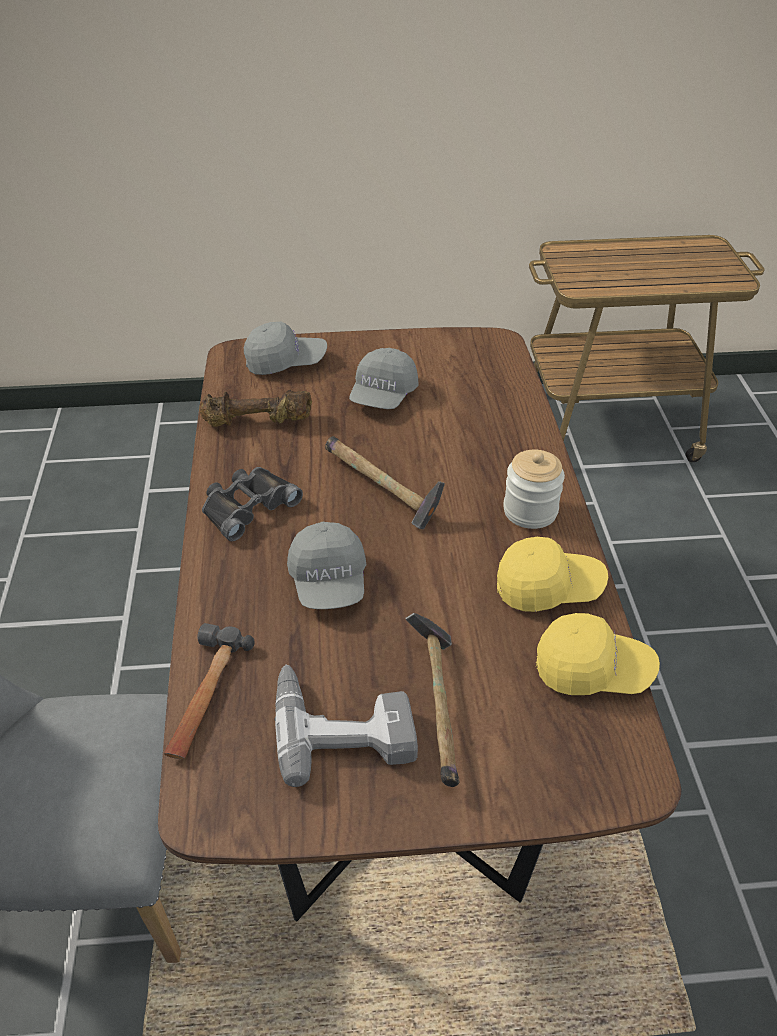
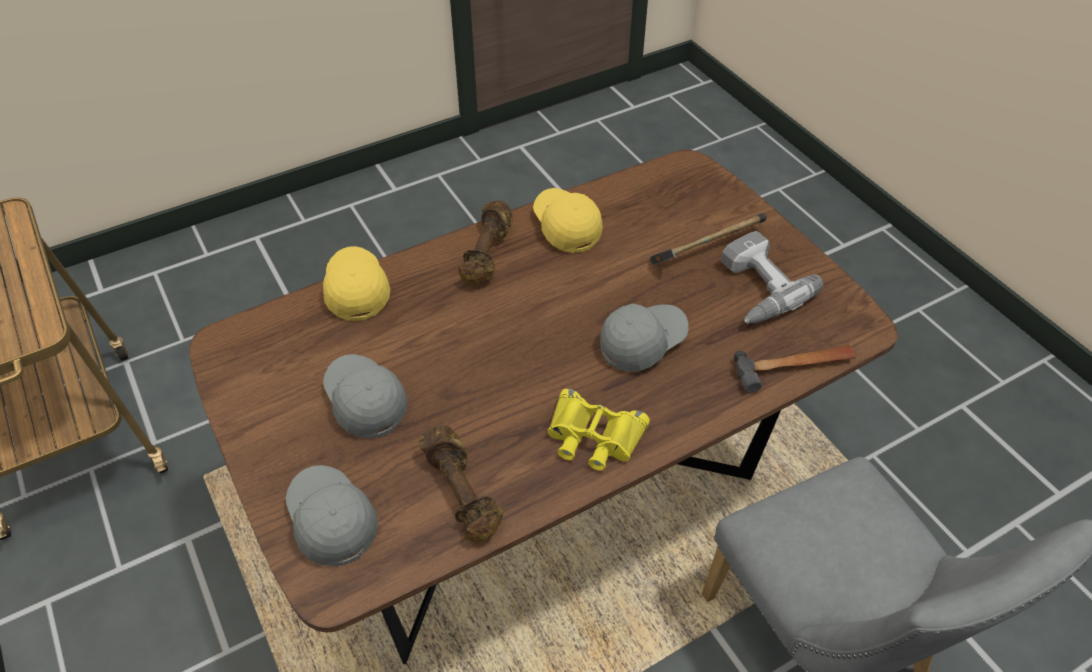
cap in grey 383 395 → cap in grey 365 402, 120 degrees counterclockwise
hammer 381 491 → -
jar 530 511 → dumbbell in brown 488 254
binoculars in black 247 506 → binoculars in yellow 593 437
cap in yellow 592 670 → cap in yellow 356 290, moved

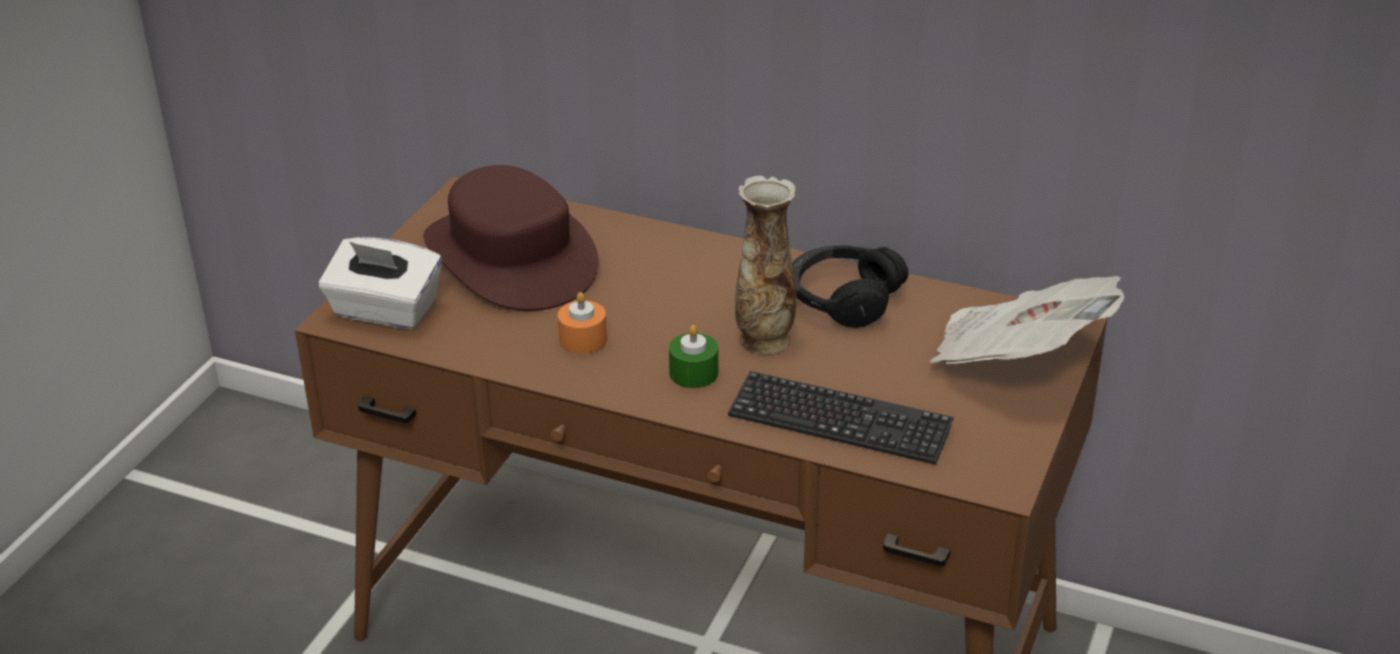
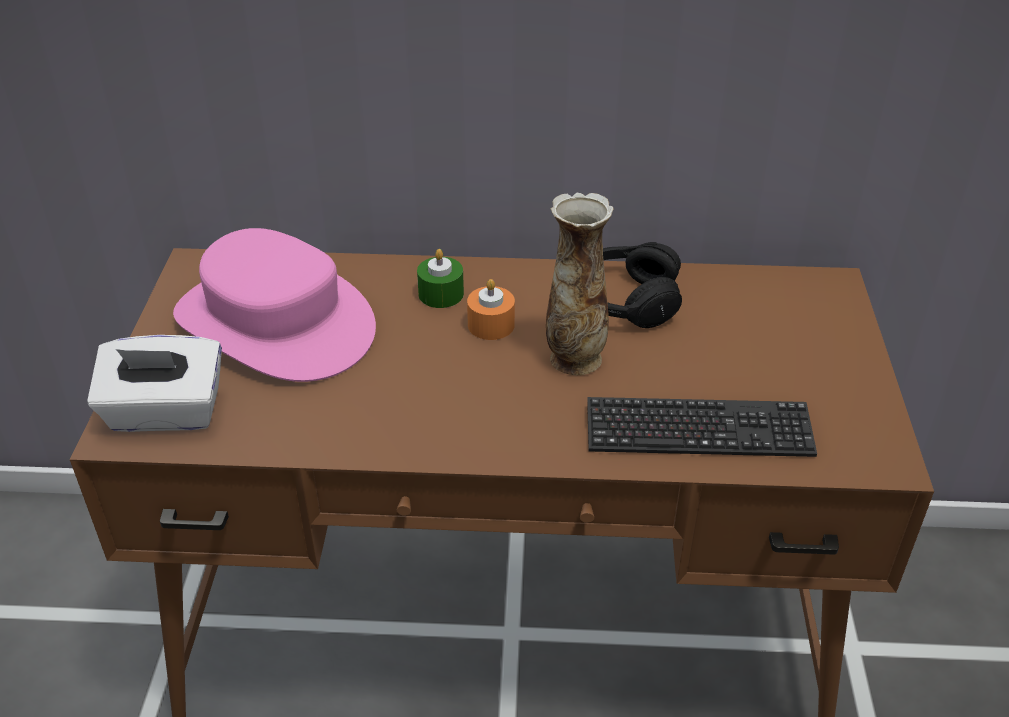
hat in brown 512 257 → hat in pink 276 322
newspaper 1017 360 → -
candle in orange 583 339 → candle in orange 491 325, moved
candle in green 693 373 → candle in green 441 294, moved

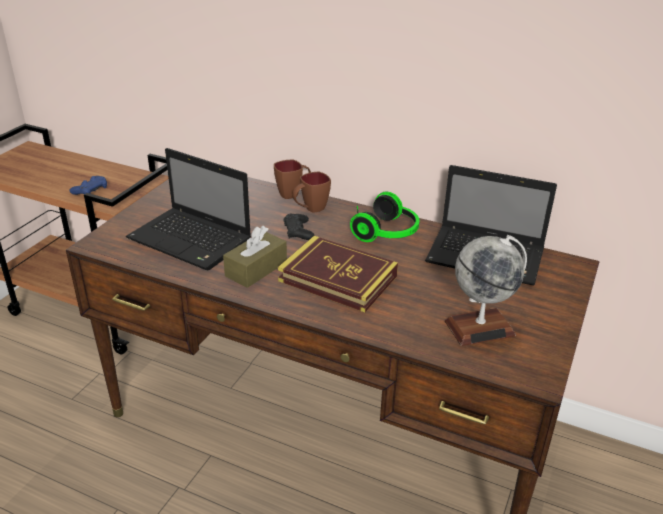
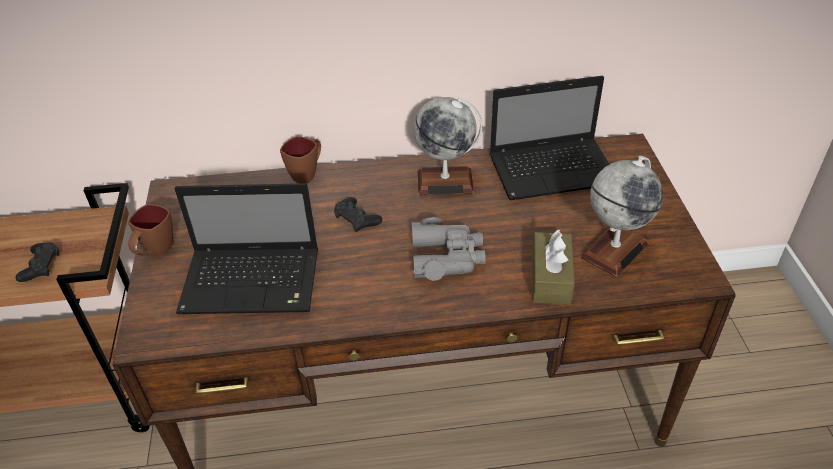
mug in brown 310 209 → mug in brown 155 252, moved
game controller in blue 90 190 → game controller in black 40 266
headphones 388 233 → globe 445 182
tissue box in brown 256 269 → tissue box in brown 550 278, moved
book 337 278 → binoculars in grey 447 257

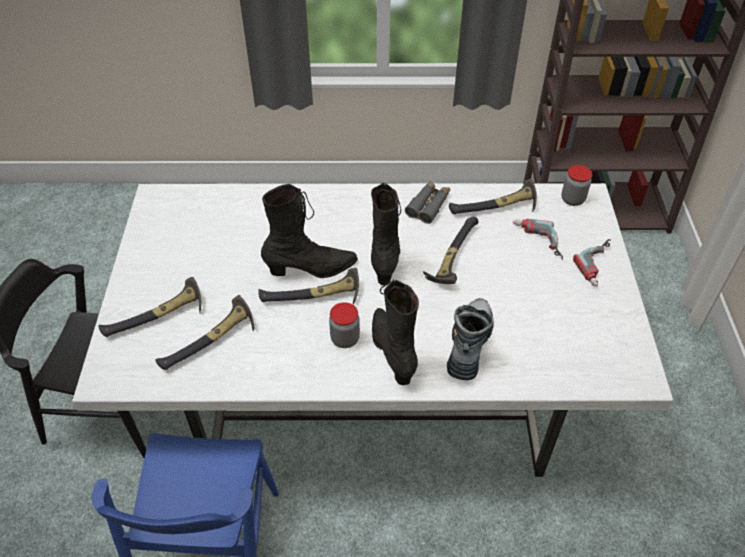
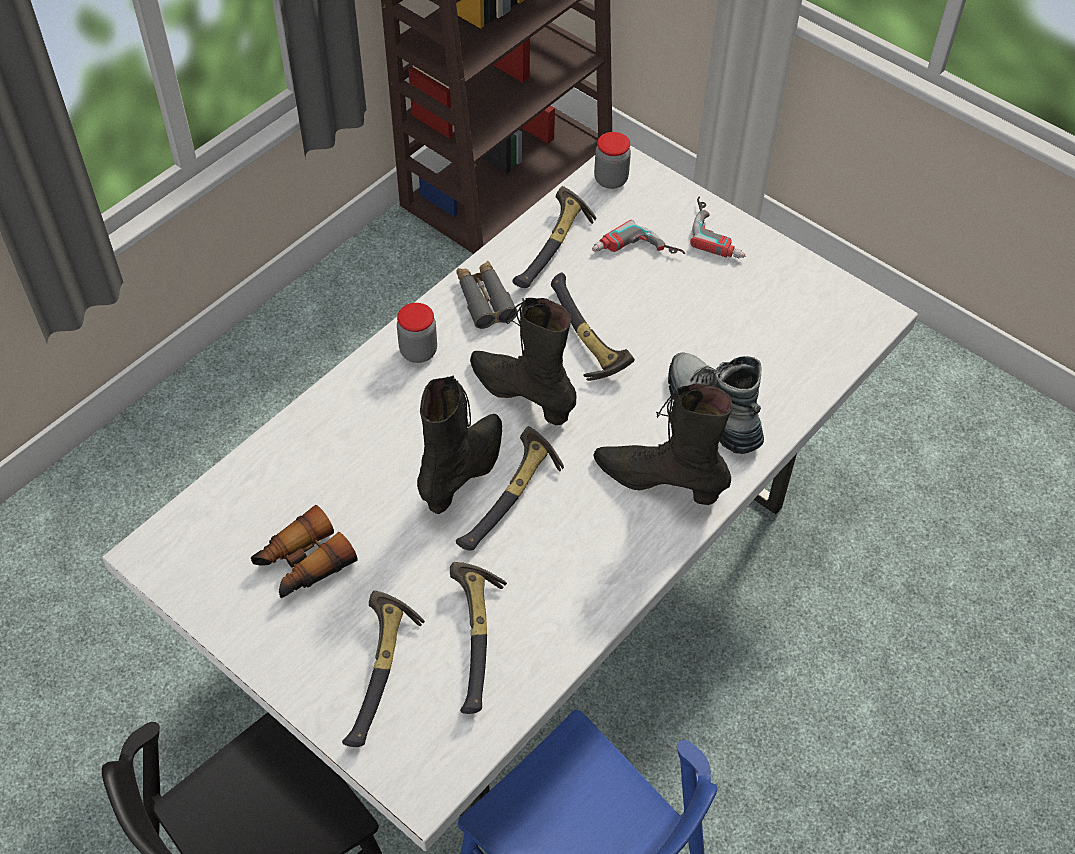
jar 345 339 → jar 418 351, moved
- → binoculars 303 563

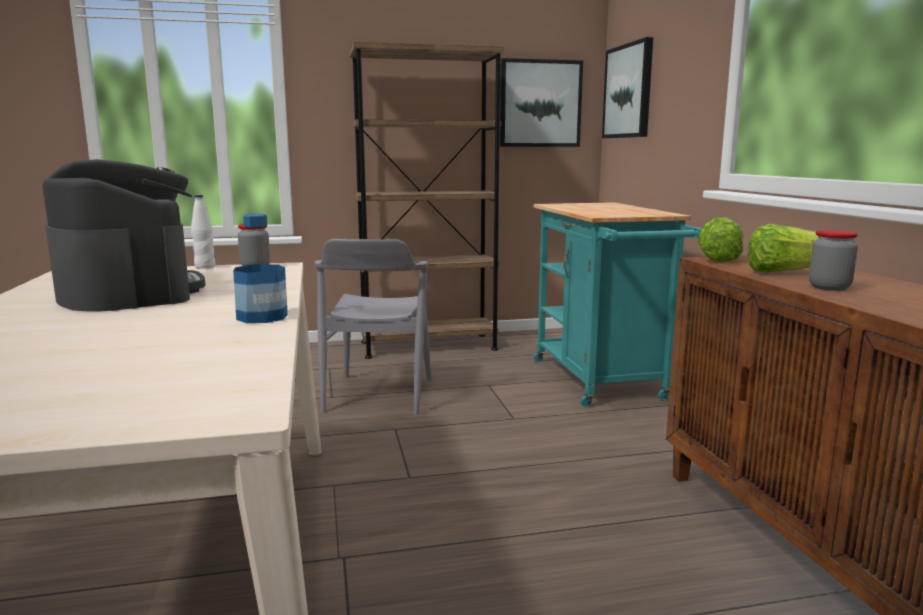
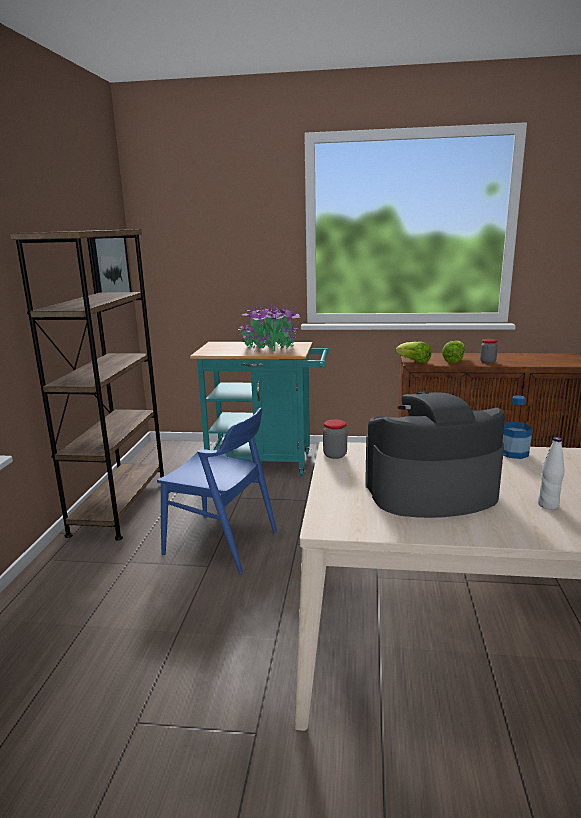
picture 628 91 → -
bottle in white 205 267 → bottle in white 548 505, moved
chair in grey 378 394 → chair in blue 221 543
- → potted plant 270 347

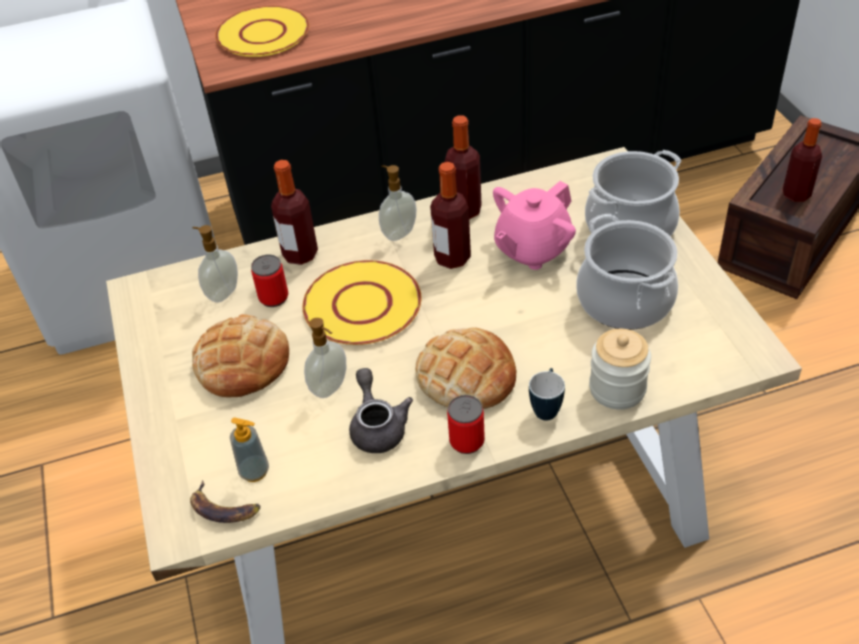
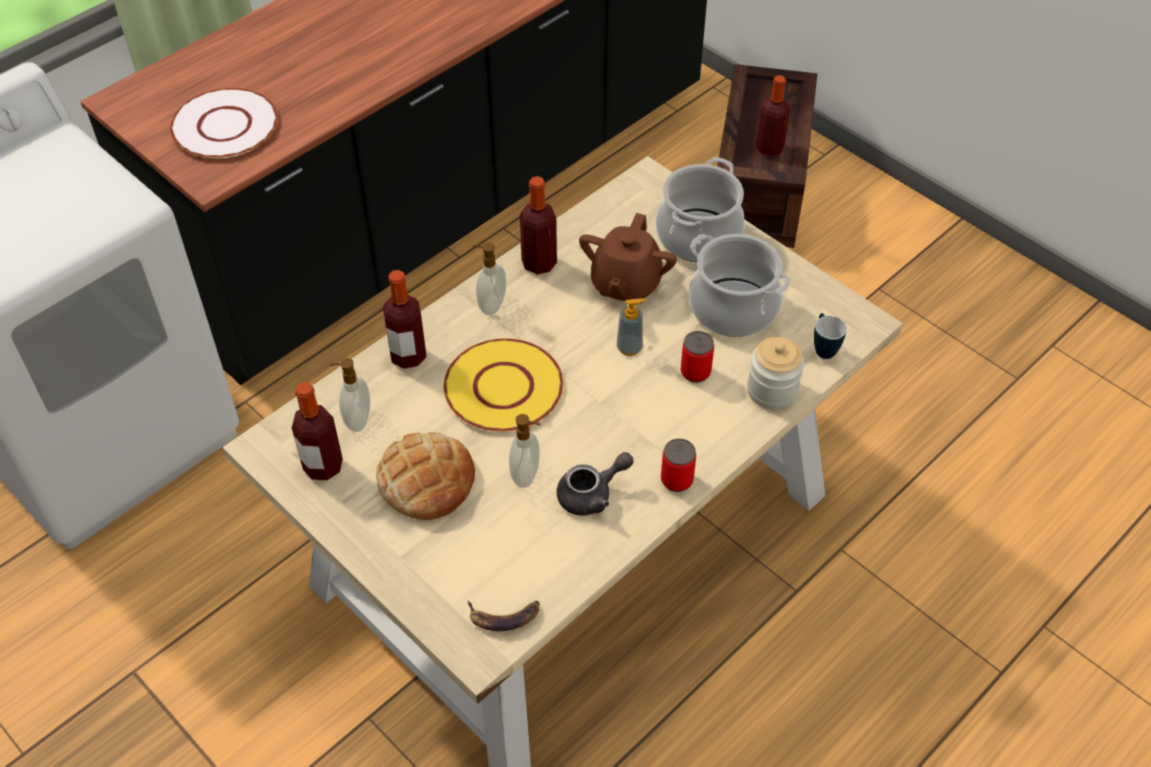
plate in yellow 263 34 → plate in white 225 126
bottle 452 258 → bottle 323 466, moved
teapot in pink 532 249 → teapot in brown 625 284
can 273 297 → can 695 372, moved
bread 466 376 → -
teapot in grey 377 426 → teapot in grey 592 494, 105 degrees clockwise
mug 547 407 → mug 823 348, moved
soap dispenser 254 471 → soap dispenser 629 348, moved

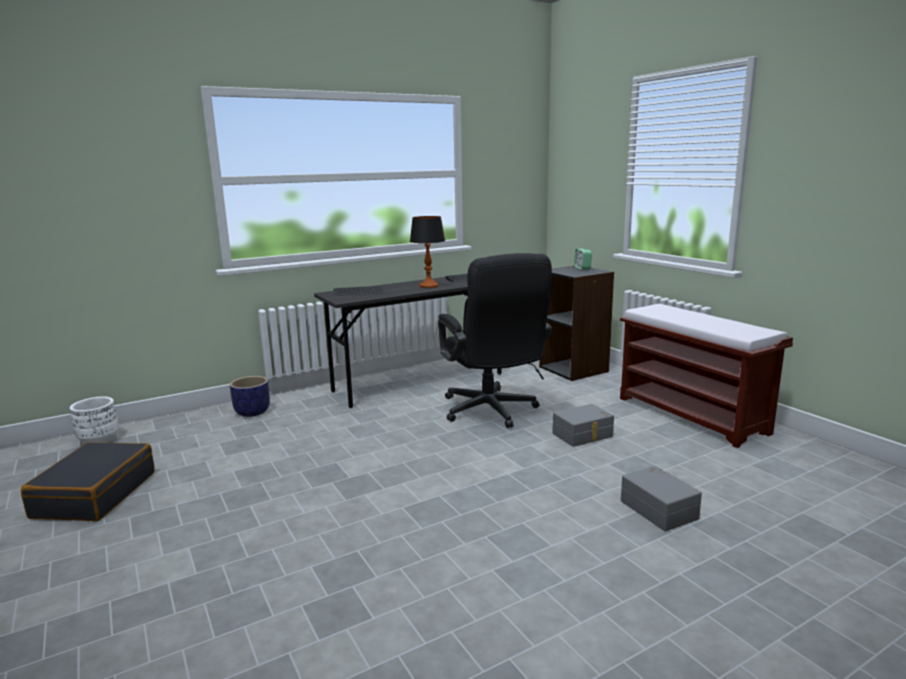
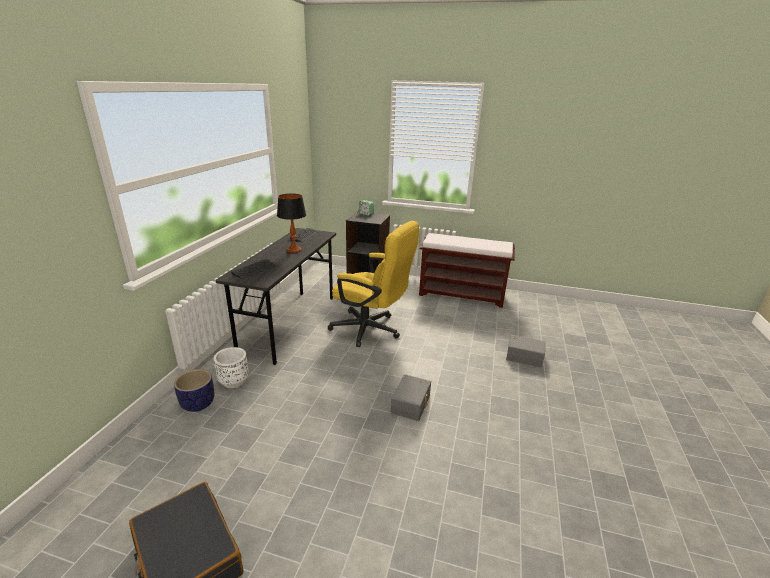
office chair in black 492 412 → office chair in yellow 371 330
planter in white 99 440 → planter in white 234 381, moved
storage box in grey 583 435 → storage box in grey 411 404, moved

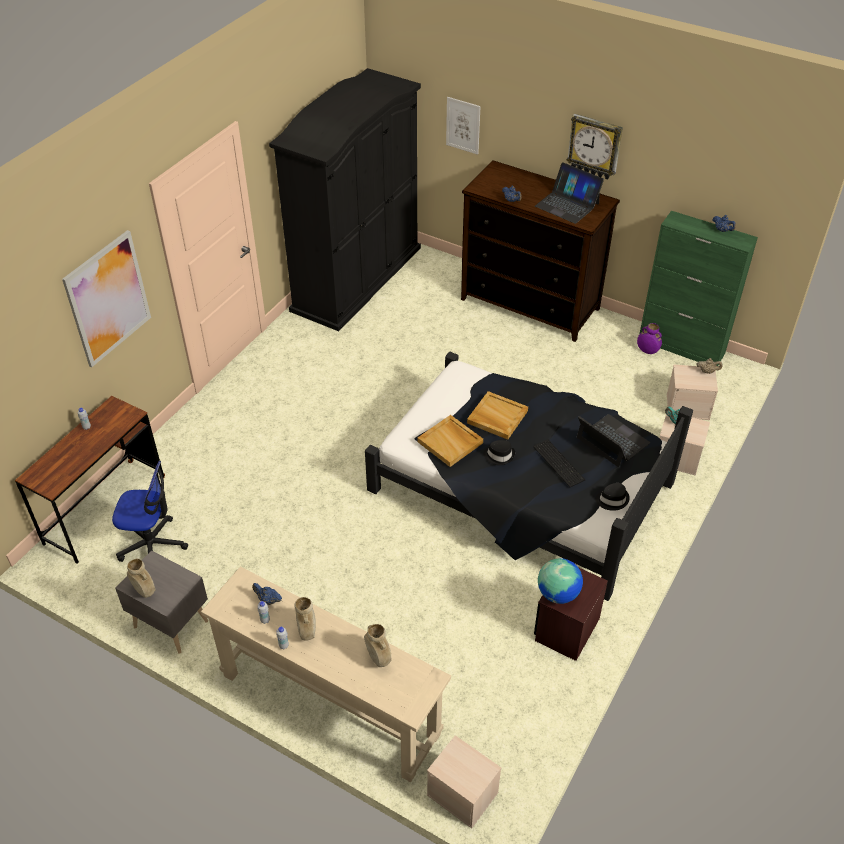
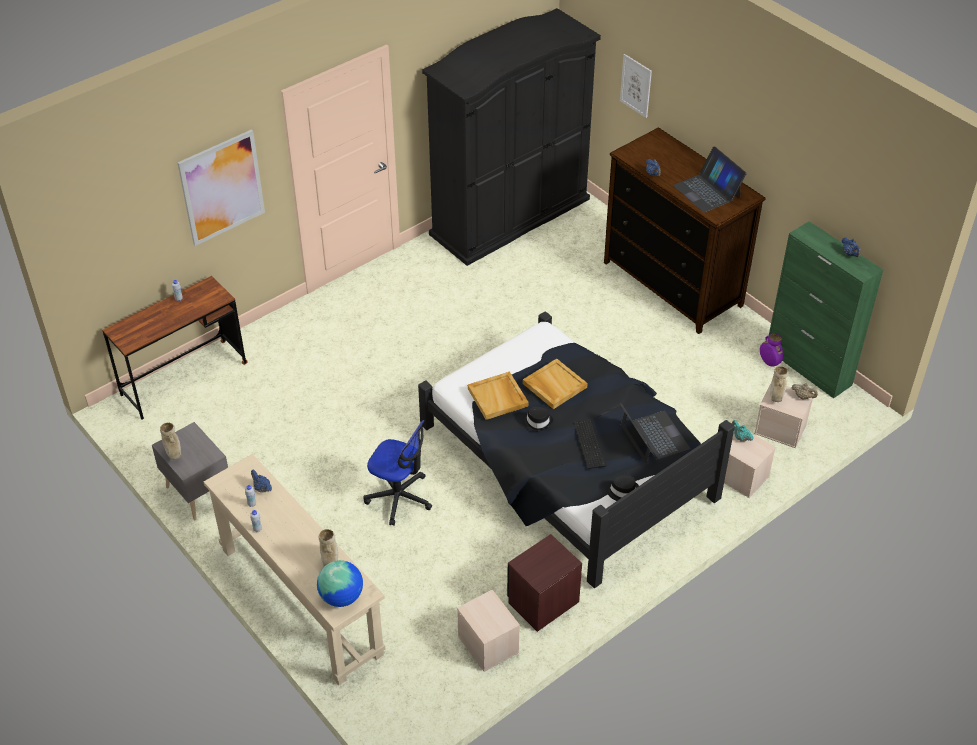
wall clock 594 146 → -
office chair 153 545 → office chair 399 497, moved
globe 558 593 → globe 342 597, moved
vase in beige 307 631 → vase in beige 776 397, moved
storage box in beige 463 793 → storage box in beige 489 644, moved

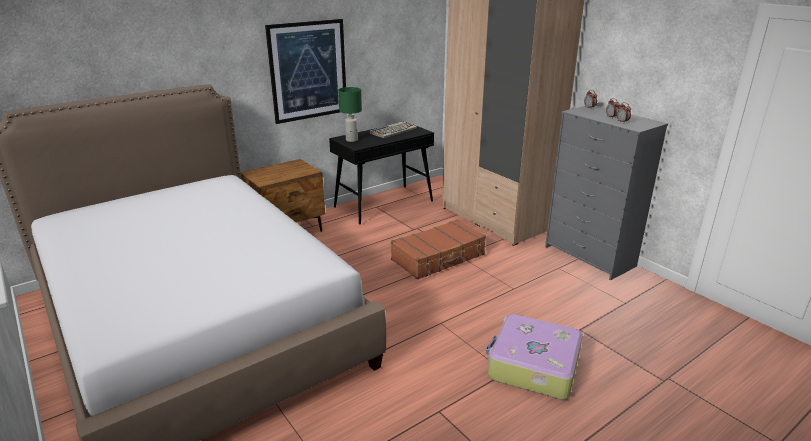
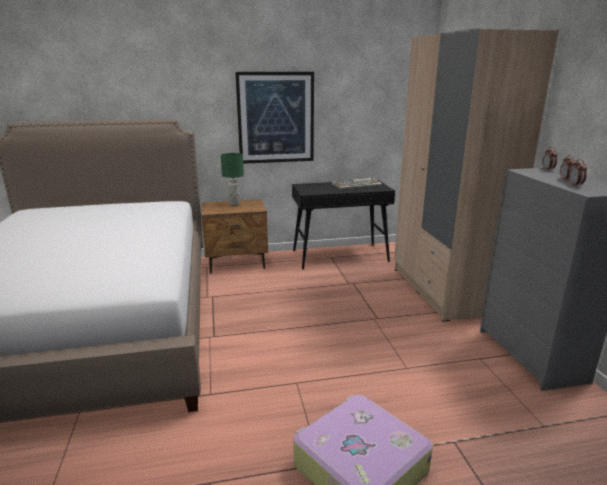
table lamp in green 352 140 → table lamp in green 234 204, moved
suitcase in brown 438 258 → -

